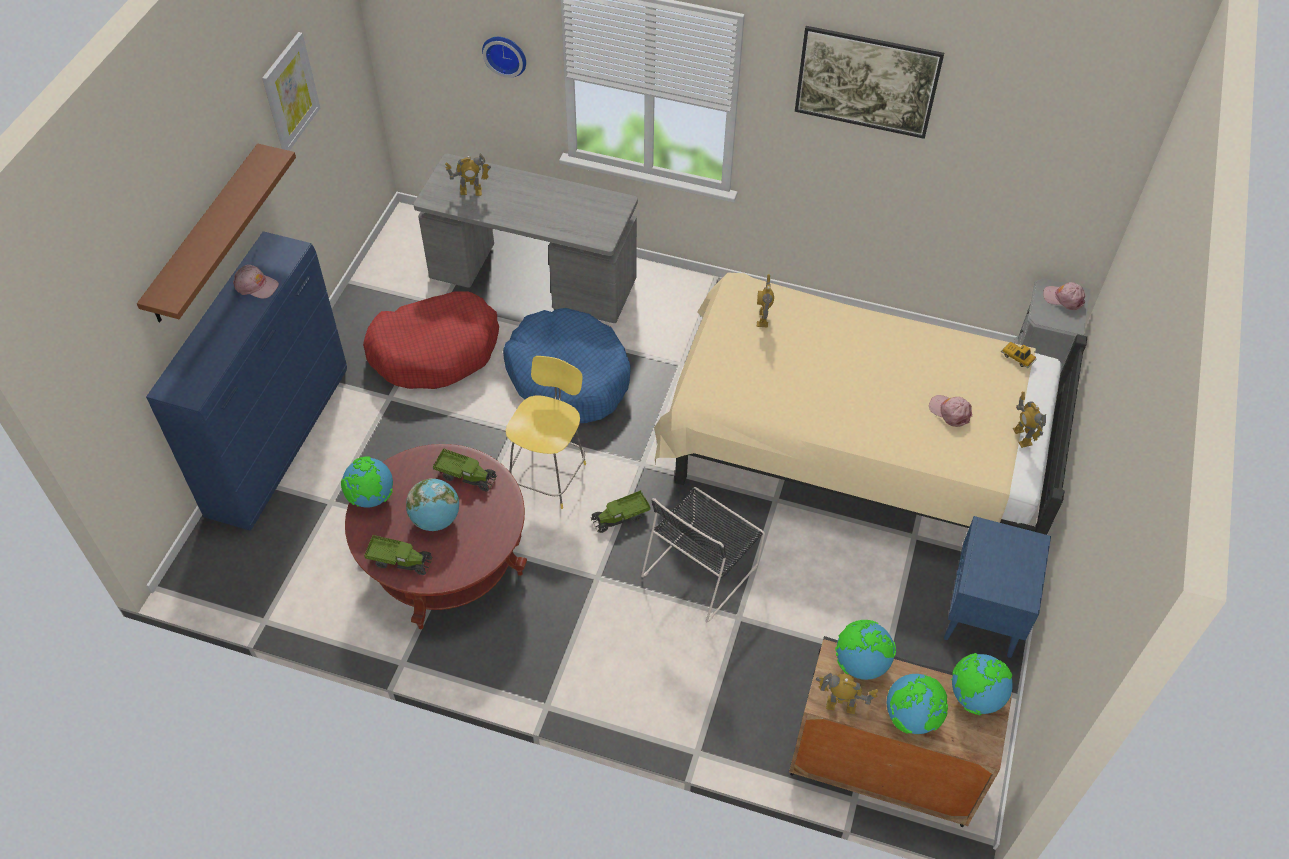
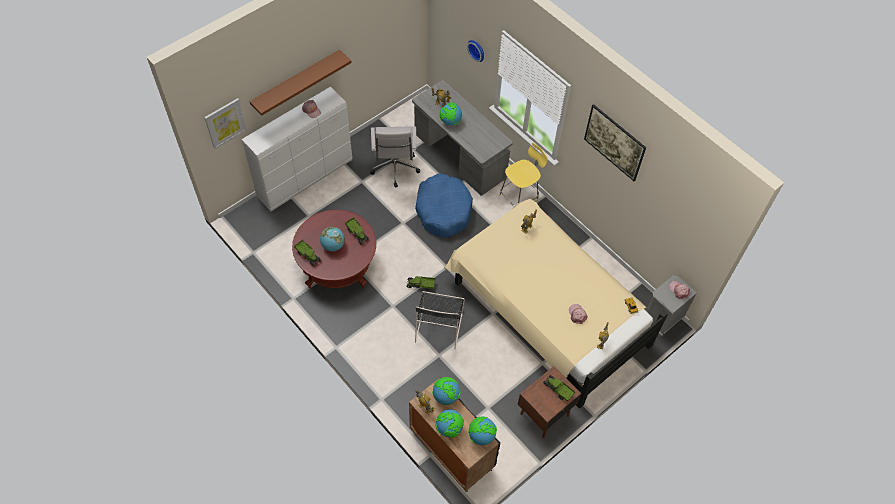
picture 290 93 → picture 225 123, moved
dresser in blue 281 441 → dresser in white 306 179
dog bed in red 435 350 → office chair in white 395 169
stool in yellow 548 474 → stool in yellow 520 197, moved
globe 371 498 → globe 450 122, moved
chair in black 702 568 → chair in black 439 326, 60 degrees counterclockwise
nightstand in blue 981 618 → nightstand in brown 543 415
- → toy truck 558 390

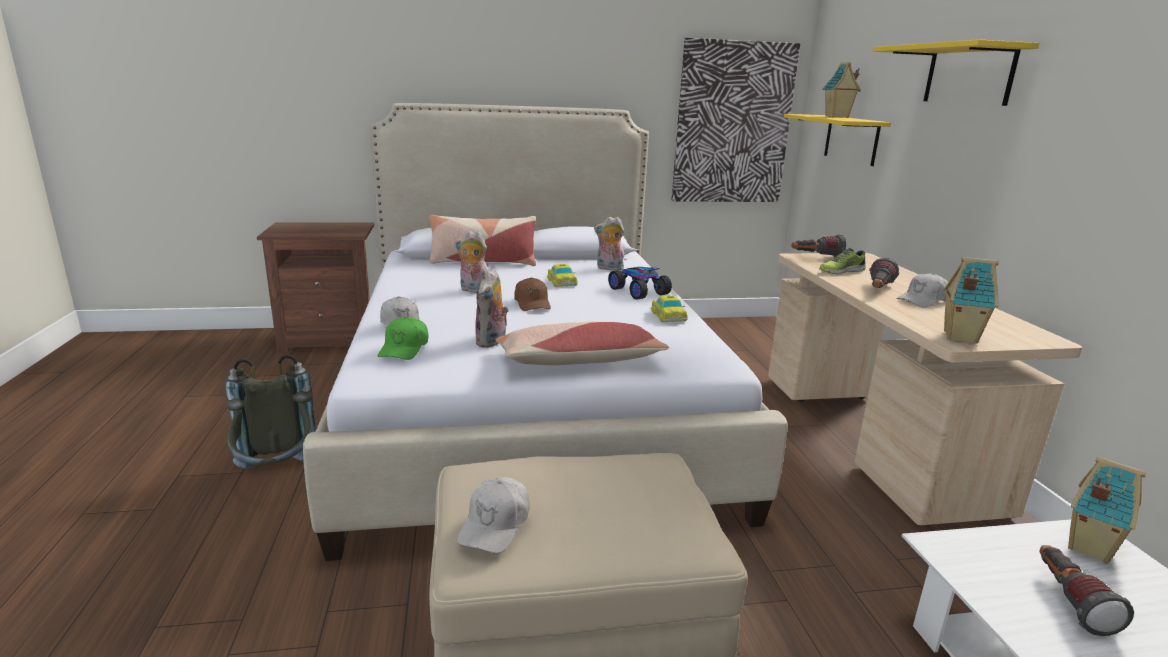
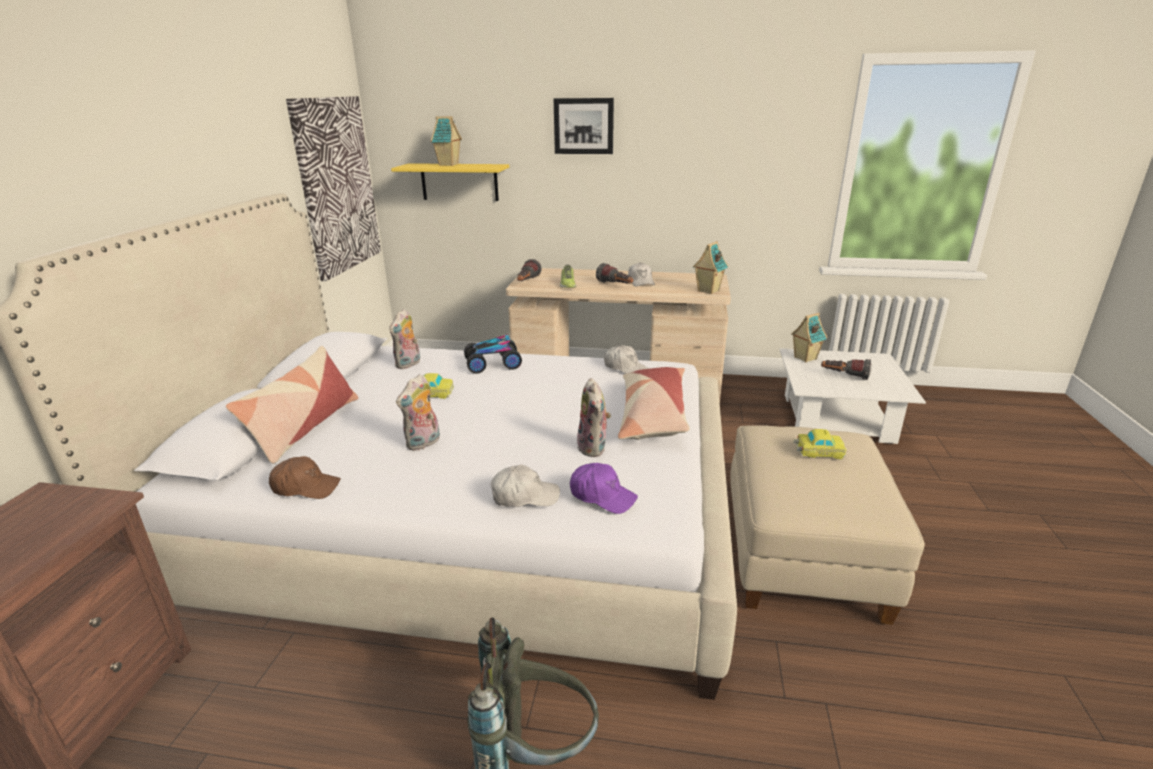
shelf in yellow 968 75 → picture 584 126
plush toy 492 342 → plush toy 594 448, 45 degrees clockwise
cap in brown 532 303 → cap in brown 306 487, moved
toy car 668 316 → toy car 818 451, moved
cap in green 404 348 → cap in purple 602 496
cap in white 495 525 → cap in white 625 368, moved

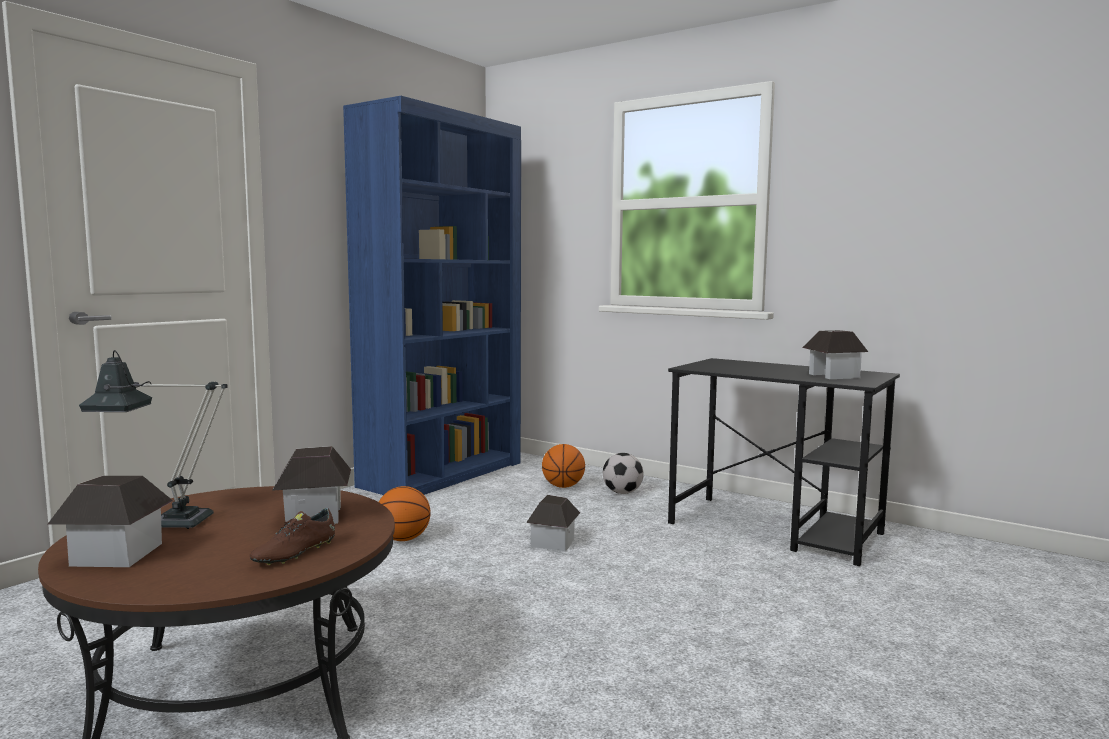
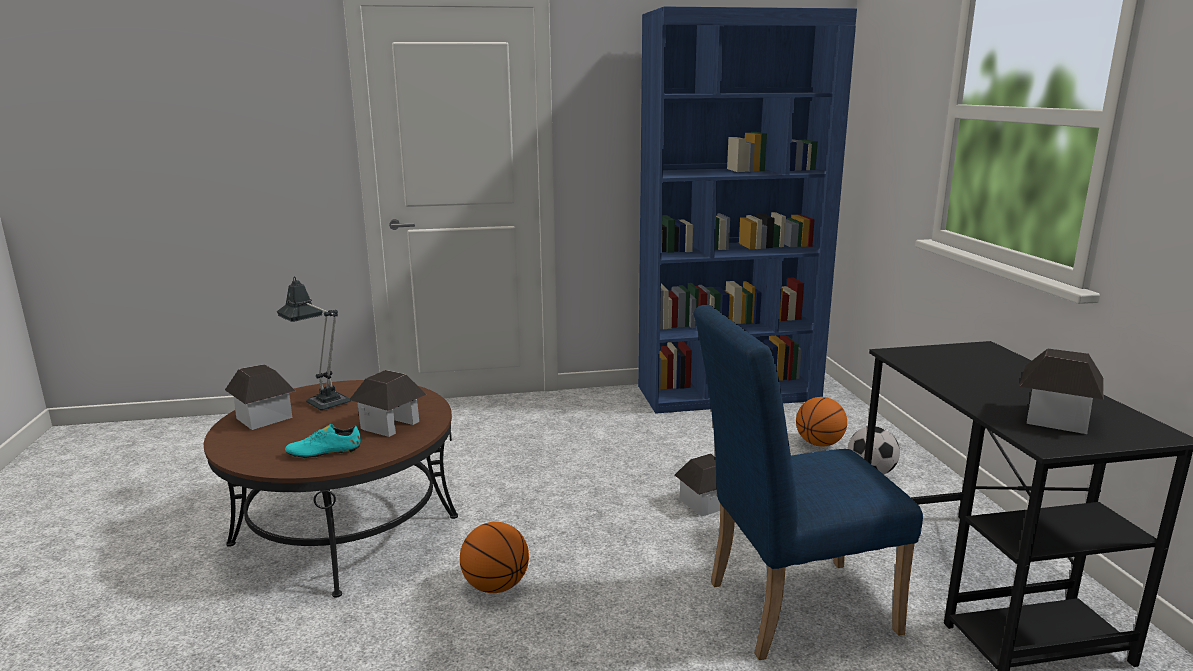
basketball 403 539 → basketball 496 586, moved
shoe in brown 295 553 → shoe in turquoise 324 453
- → chair in blue 787 608

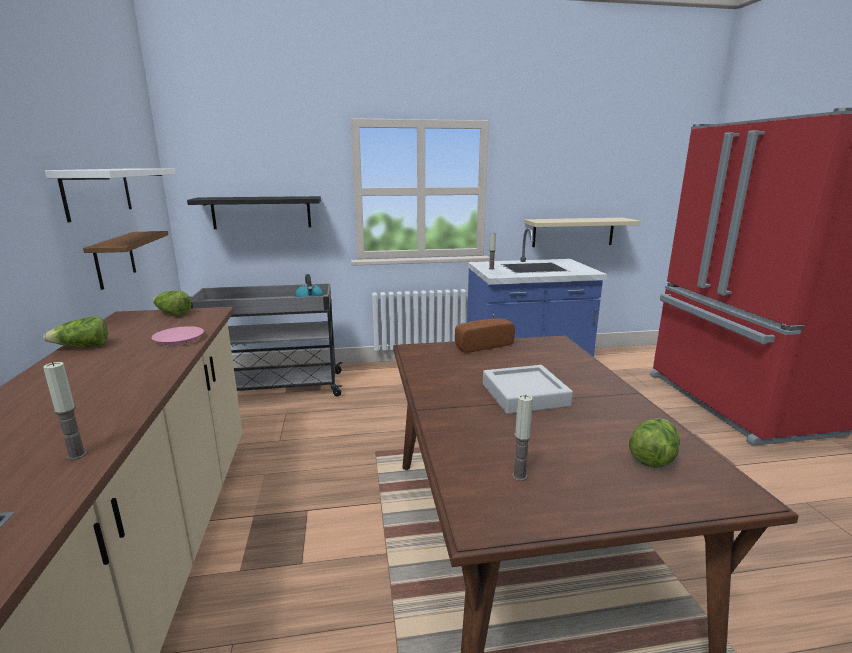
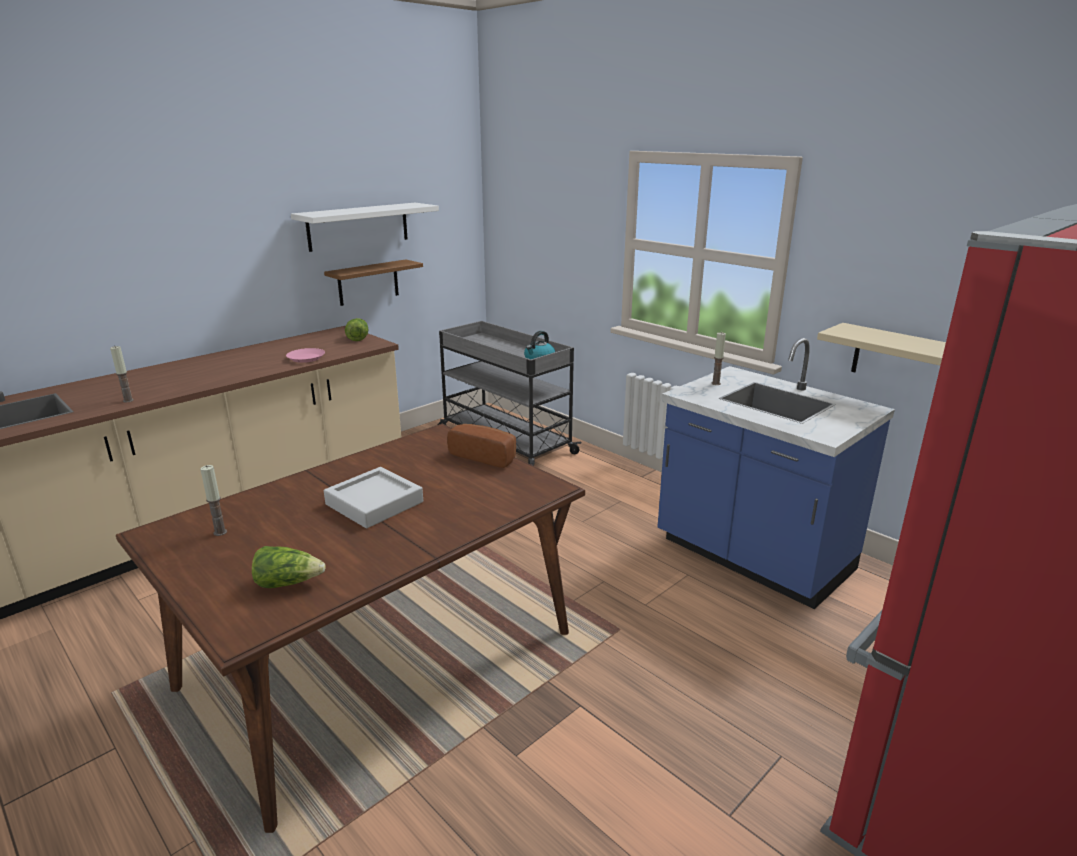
shelf in black 261 212 → -
lettuce 82 347 → -

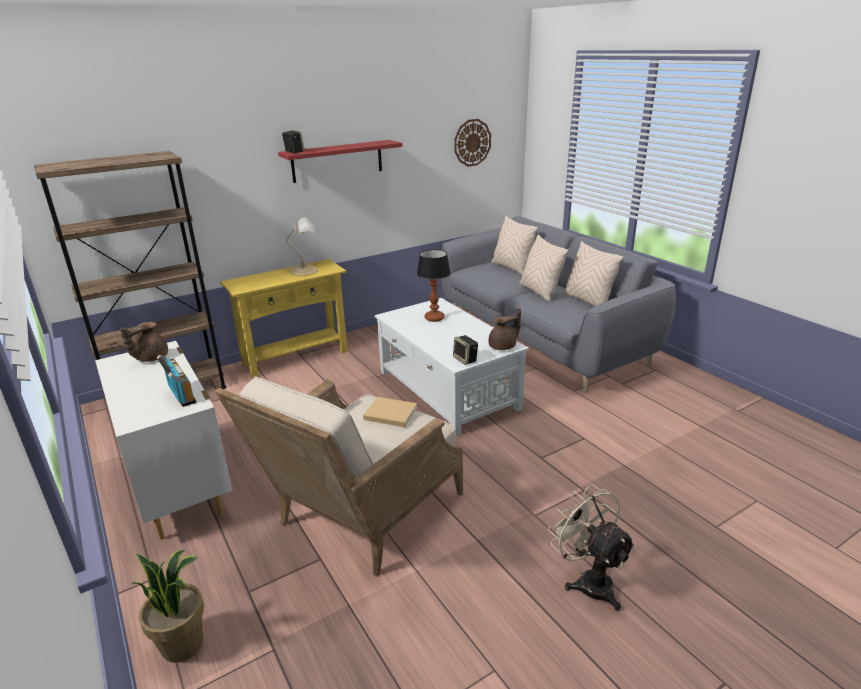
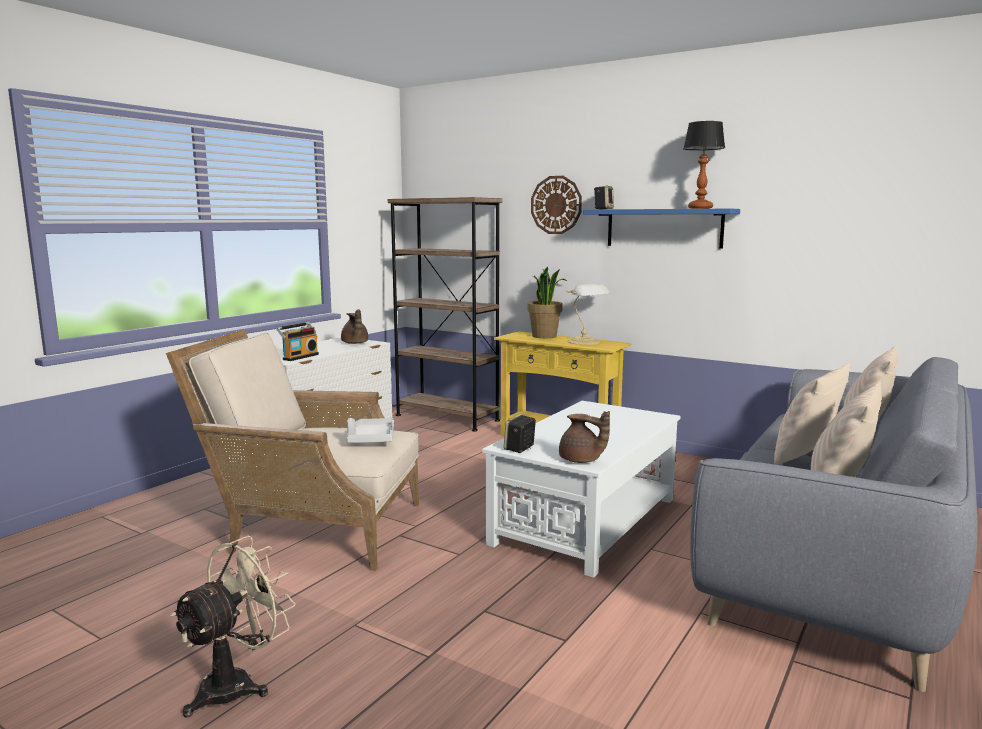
wall clock 472 142 → wall clock 556 205, moved
shelf in red 337 161 → shelf in blue 663 228
table lamp 434 318 → table lamp 699 208, moved
teapot in brown 150 358 → teapot in brown 354 343, 120 degrees counterclockwise
book in beige 389 413 → tray in grey 371 439
potted plant 183 643 → potted plant 545 336, moved

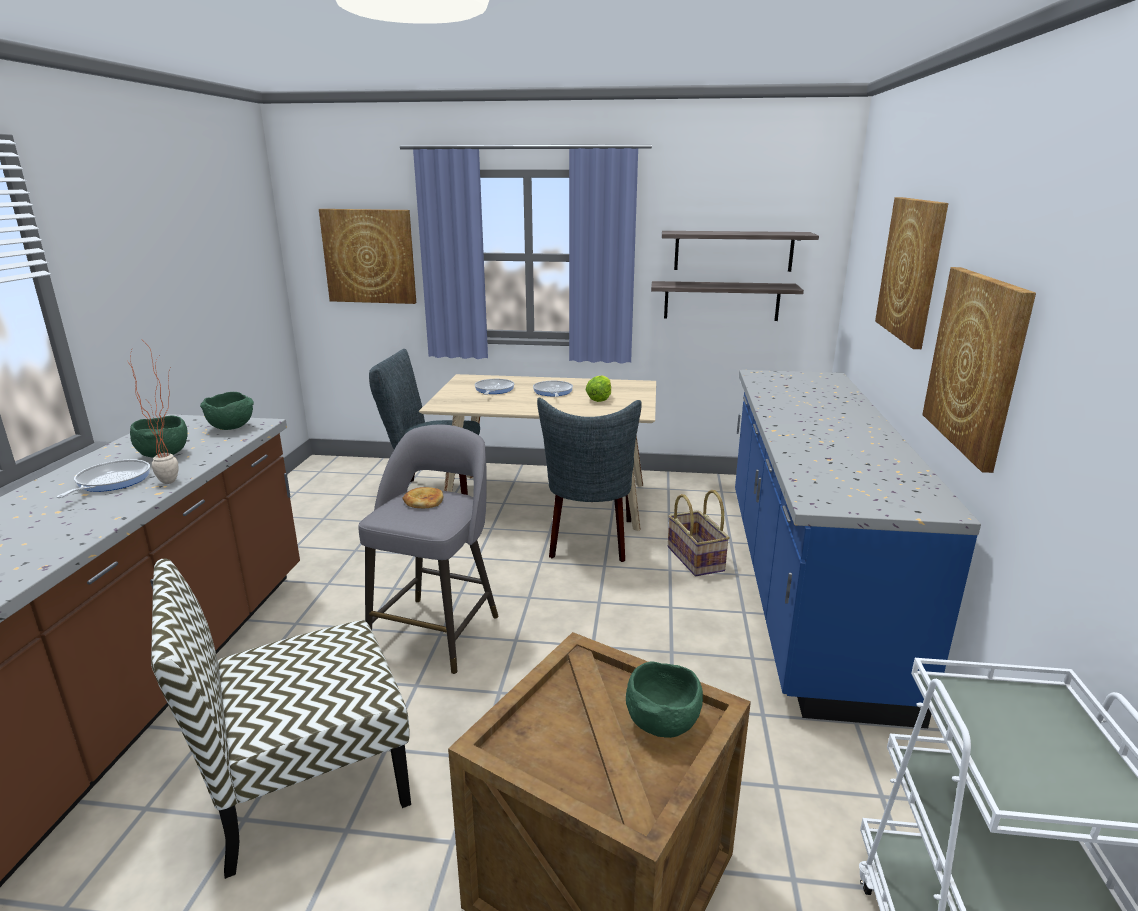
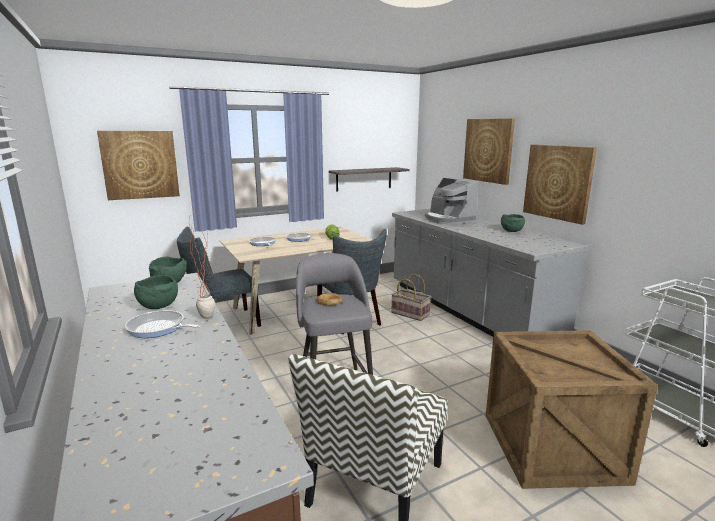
shelf 733 251 → -
counter in blue 803 587 → counter in grey 467 312
frying pan 110 482 → frying pan 158 328, 45 degrees counterclockwise
bowl in green 662 723 → bowl in green 511 231, moved
- → coffee machine 448 220

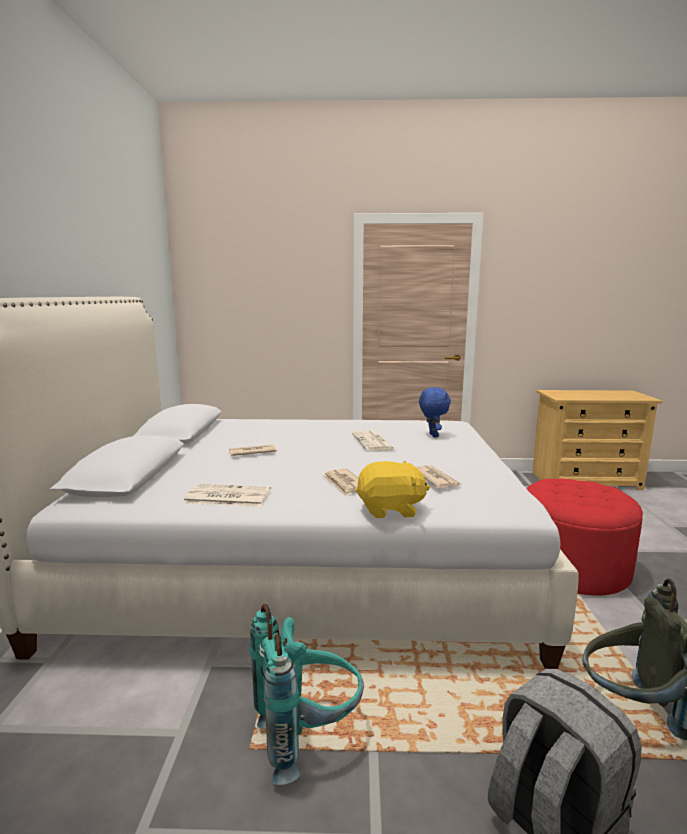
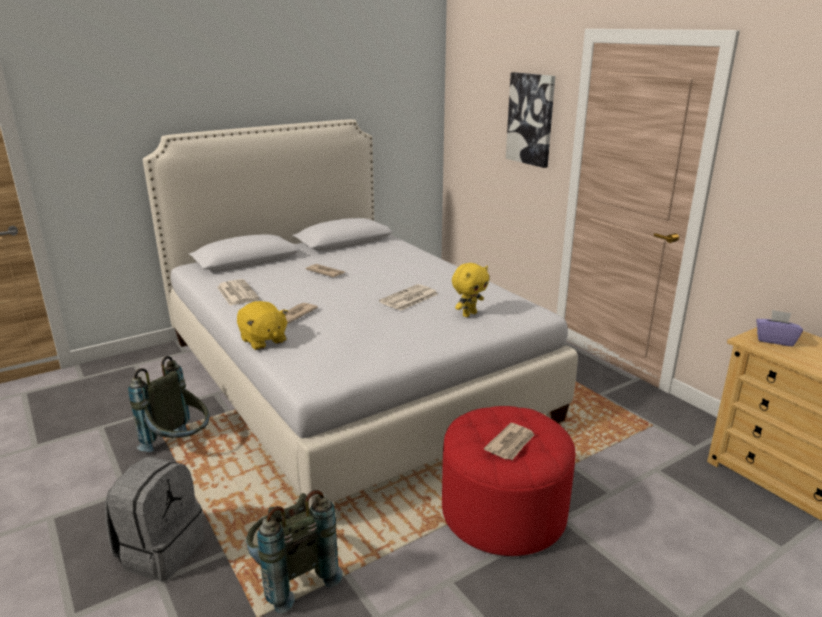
plush toy in blue 432 435 → plush toy in yellow 469 314
newspaper 436 479 → newspaper 511 444, moved
backpack in turquoise 308 736 → backpack in grey 180 446
- → picture 531 119
- → tissue box in purple 774 340

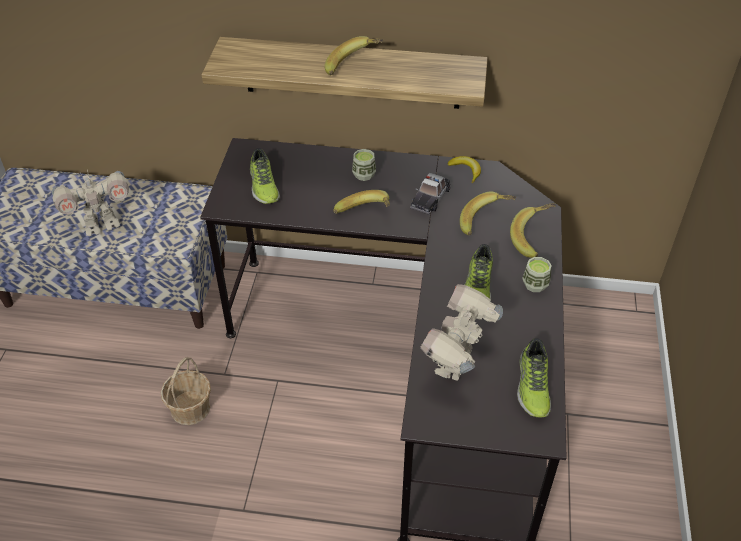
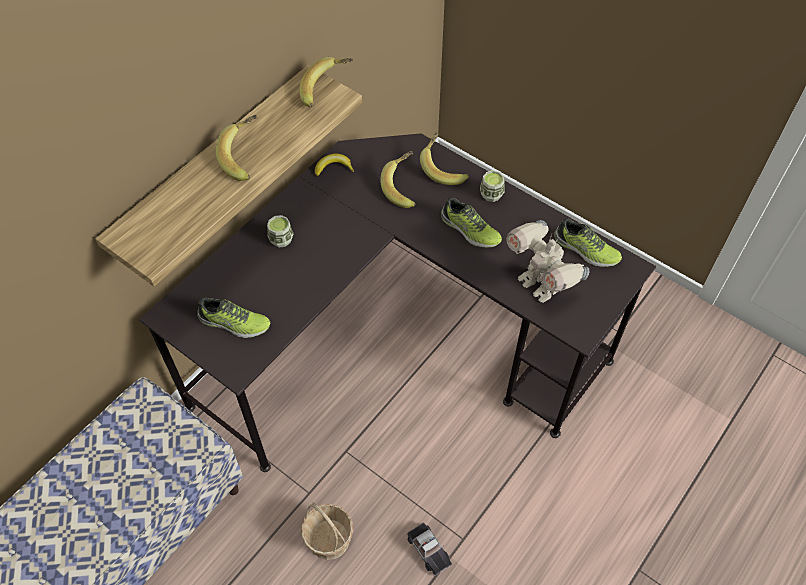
toy robot 101 225 → -
toy car 430 198 → toy car 428 550, moved
banana 364 215 → banana 327 91, moved

